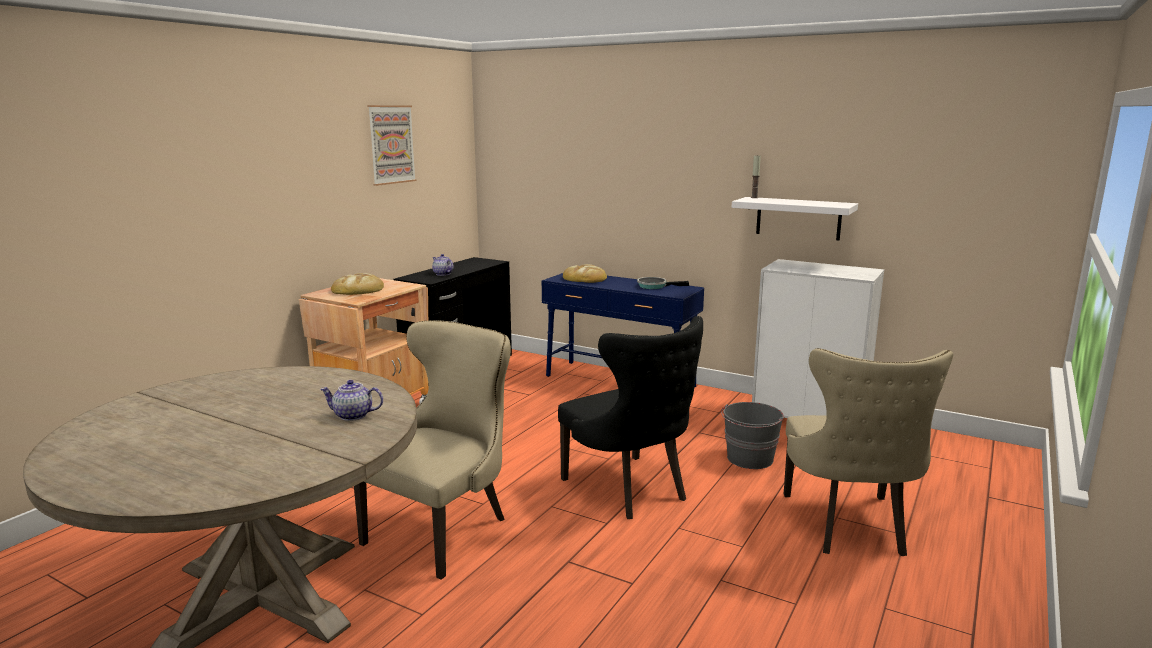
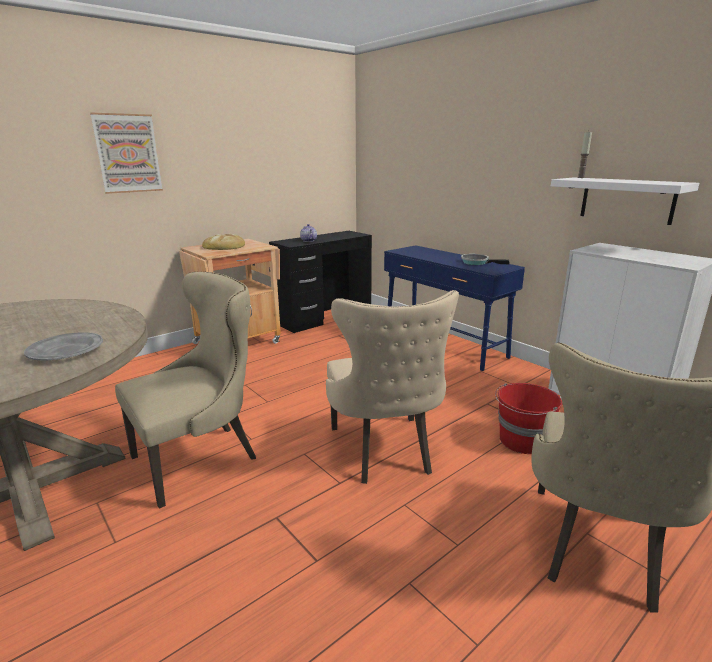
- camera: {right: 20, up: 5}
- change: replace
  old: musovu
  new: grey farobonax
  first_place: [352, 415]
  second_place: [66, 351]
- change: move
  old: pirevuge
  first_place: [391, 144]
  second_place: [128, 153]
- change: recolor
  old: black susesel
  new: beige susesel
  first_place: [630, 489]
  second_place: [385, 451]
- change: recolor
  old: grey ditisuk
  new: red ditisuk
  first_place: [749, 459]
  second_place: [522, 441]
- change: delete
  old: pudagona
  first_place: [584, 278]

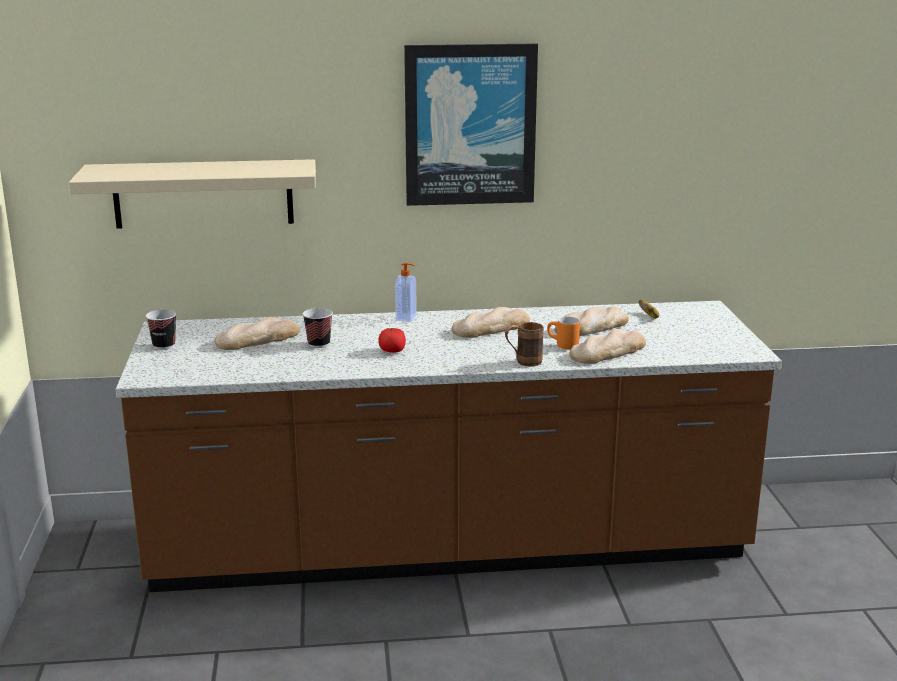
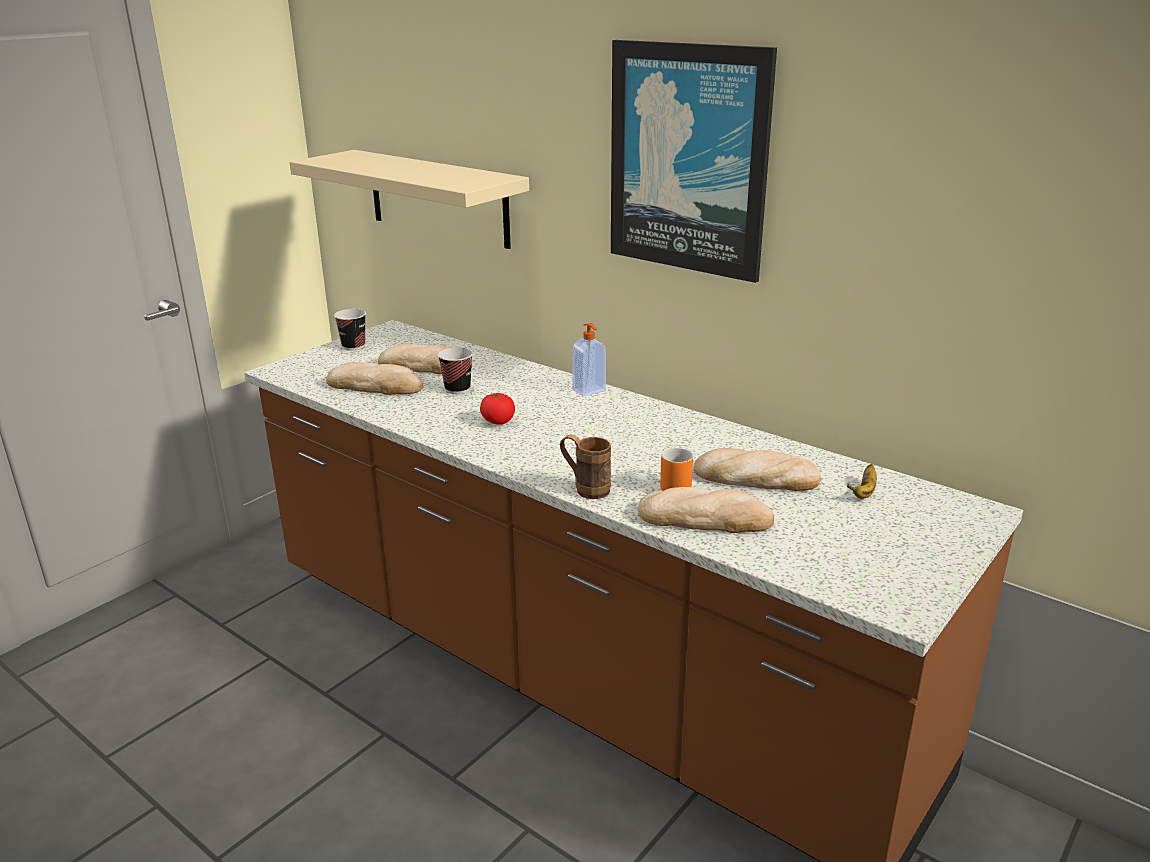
- camera: {right: 45, up: 5}
- change: move
  old: pudagona
  first_place: [491, 328]
  second_place: [375, 385]

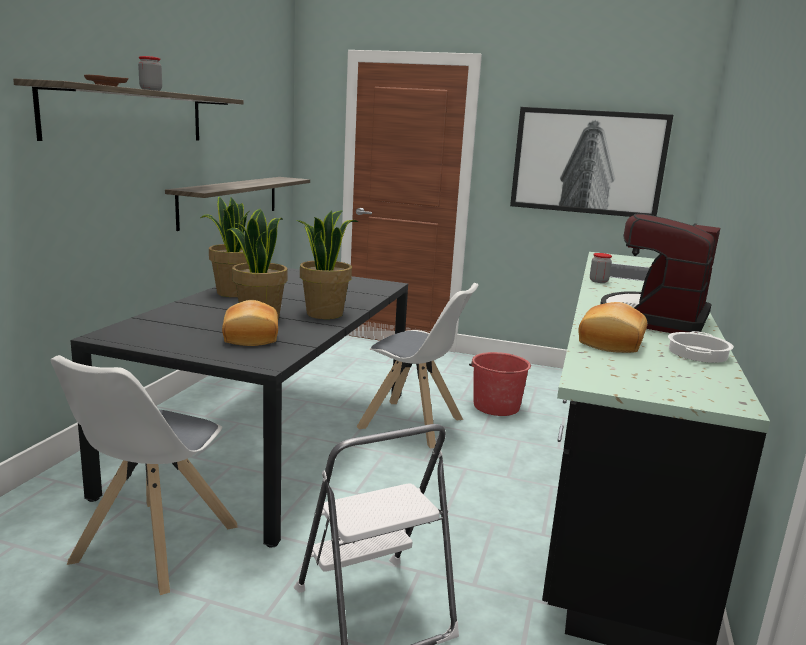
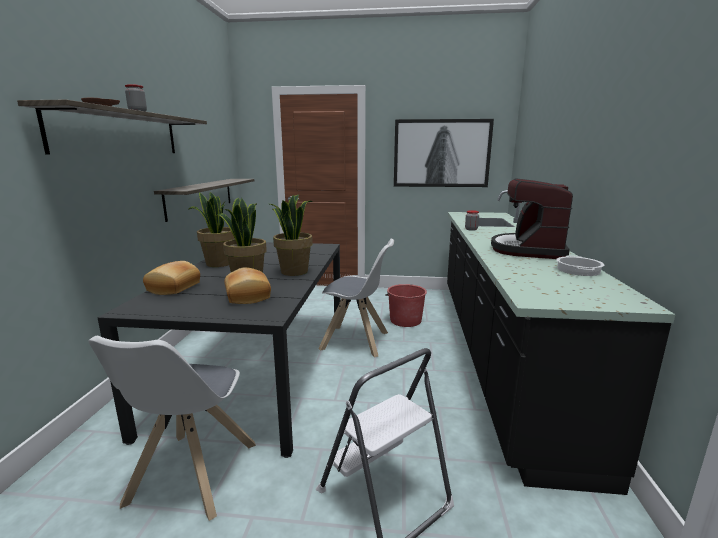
- camera: {right: -10, up: 0}
- change: move
  old: pudagona
  first_place: [612, 343]
  second_place: [175, 288]

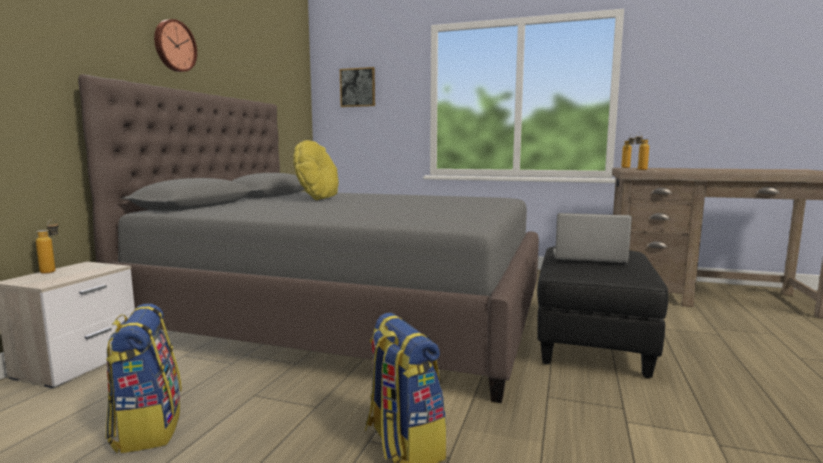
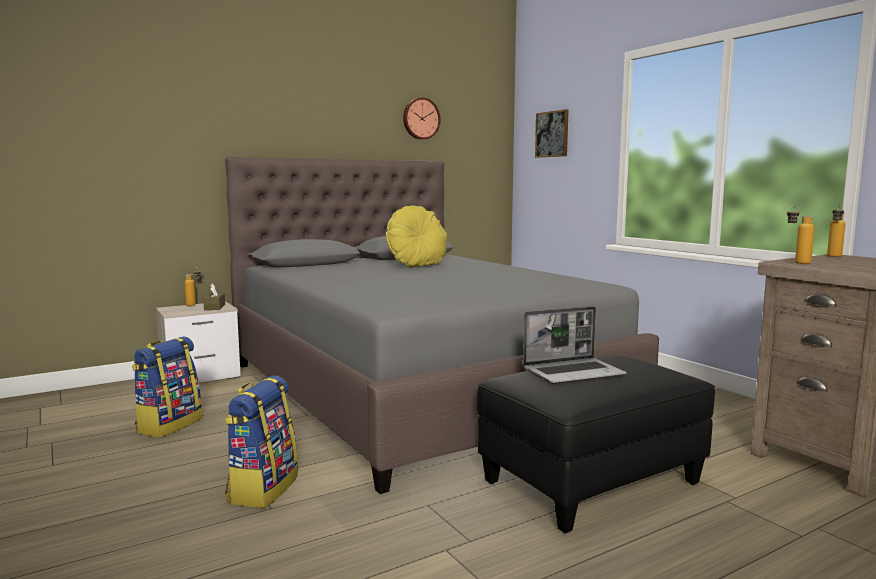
- camera: {right: 40, up: 0}
- change: insert
  new: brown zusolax
  second_place: [214, 307]
- change: move
  old: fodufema
  first_place: [174, 46]
  second_place: [420, 118]
- change: rotate
  old: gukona
  first_place: [587, 258]
  second_place: [574, 372]
  degrees: 105

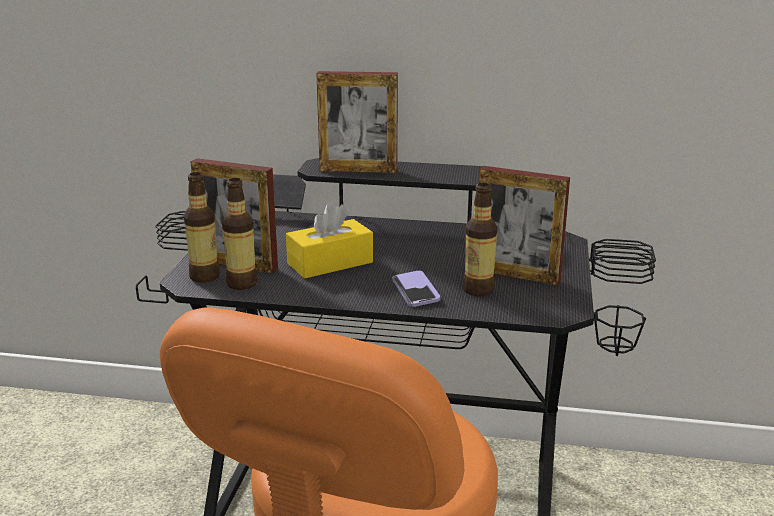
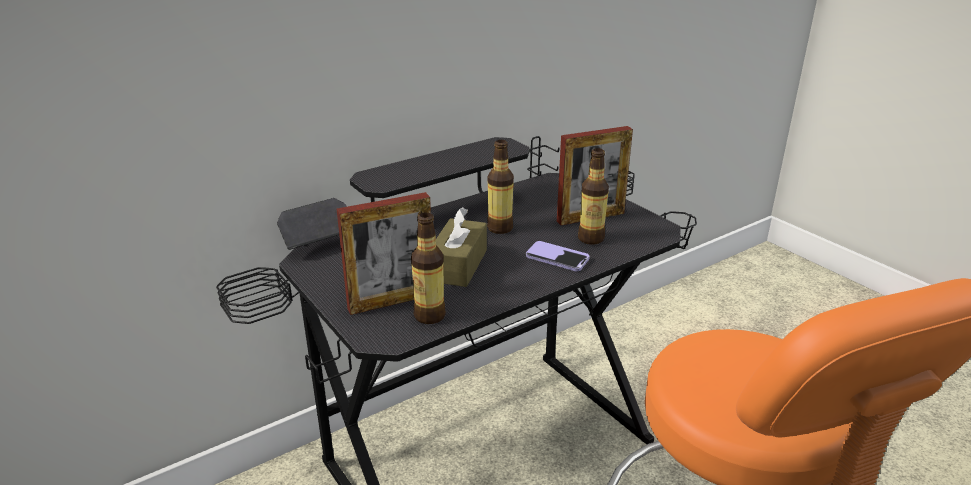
- camera: {right: -45, up: 5}
- change: recolor
  old: yellow zusolax
  new: brown zusolax
  first_place: [330, 263]
  second_place: [458, 265]
- change: move
  old: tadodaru
  first_place: [204, 276]
  second_place: [500, 228]
- change: delete
  old: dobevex
  first_place: [358, 170]

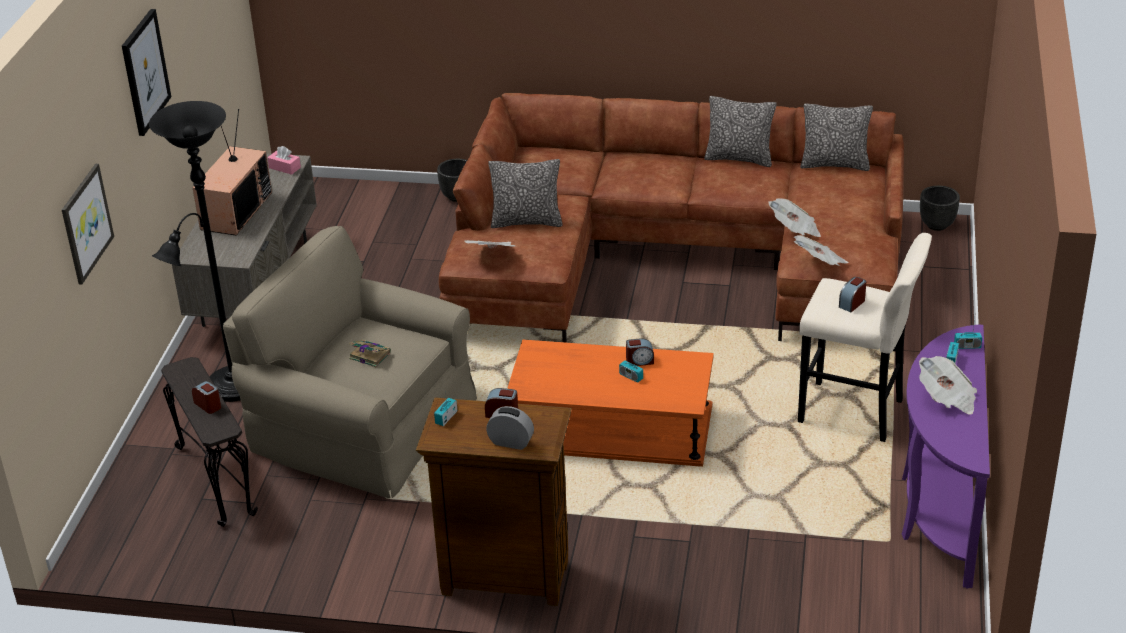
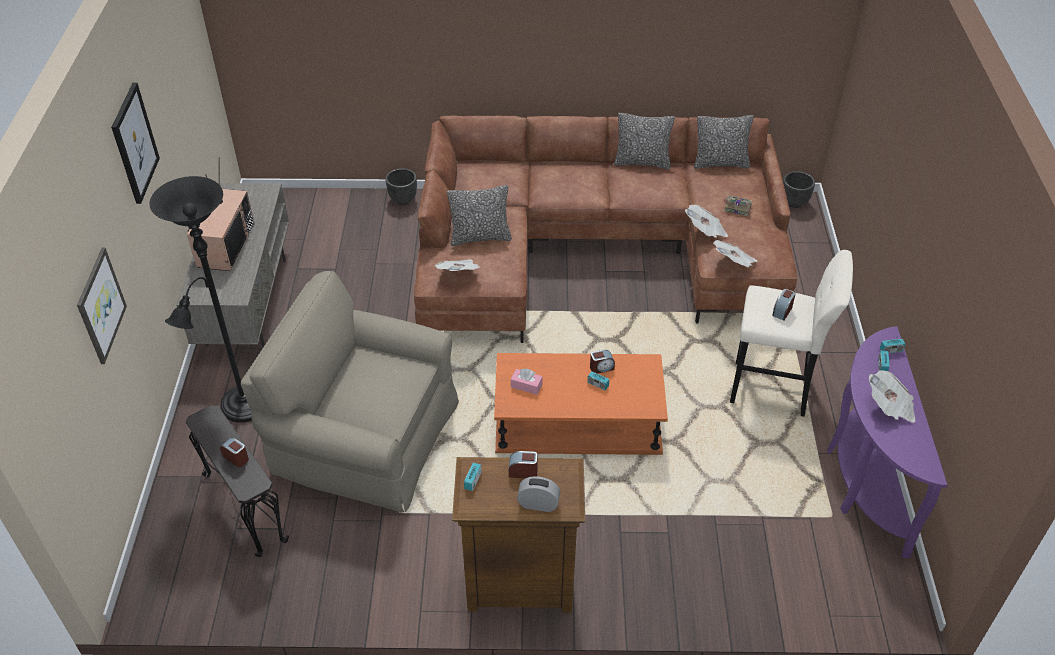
- camera: {right: -10, up: 10}
- change: move
  old: pink zusolax
  first_place: [284, 168]
  second_place: [526, 385]
- change: move
  old: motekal
  first_place: [369, 355]
  second_place: [737, 207]

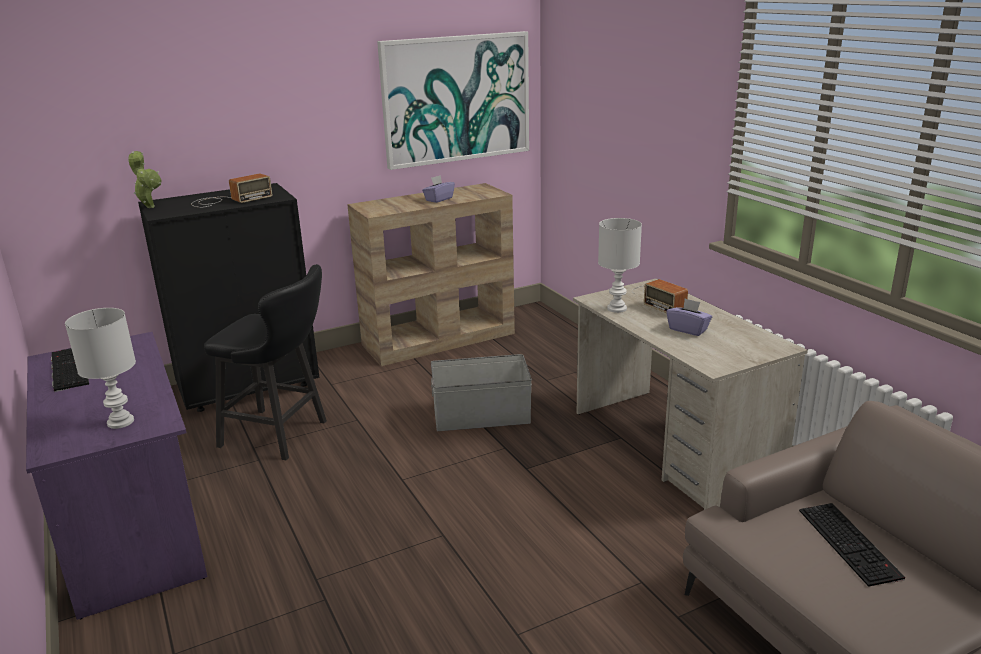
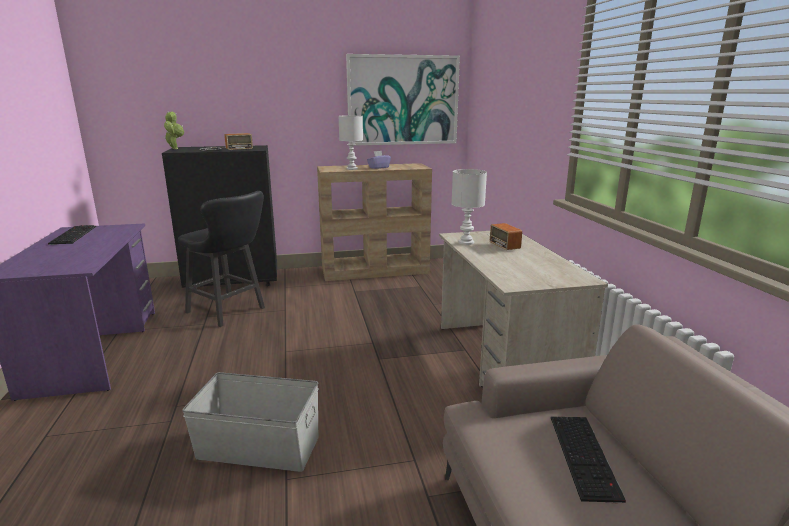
- camera: {right: 15, up: -5}
- change: move
  old: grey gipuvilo
  first_place: [482, 416]
  second_place: [259, 448]
- change: move
  old: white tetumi
  first_place: [121, 421]
  second_place: [352, 169]
- change: delete
  old: purple zusolax
  first_place: [688, 329]

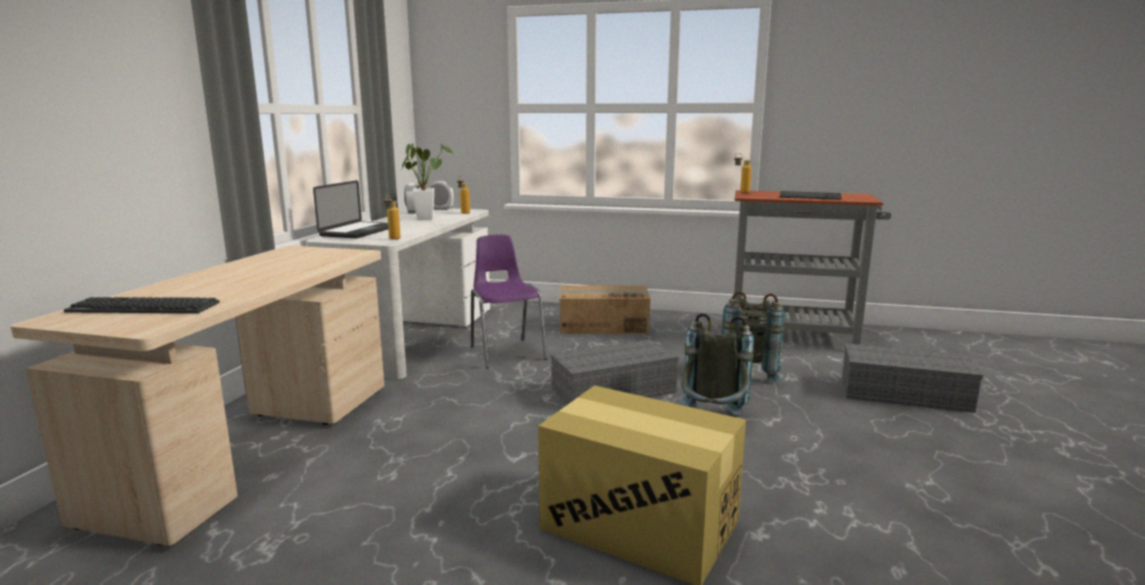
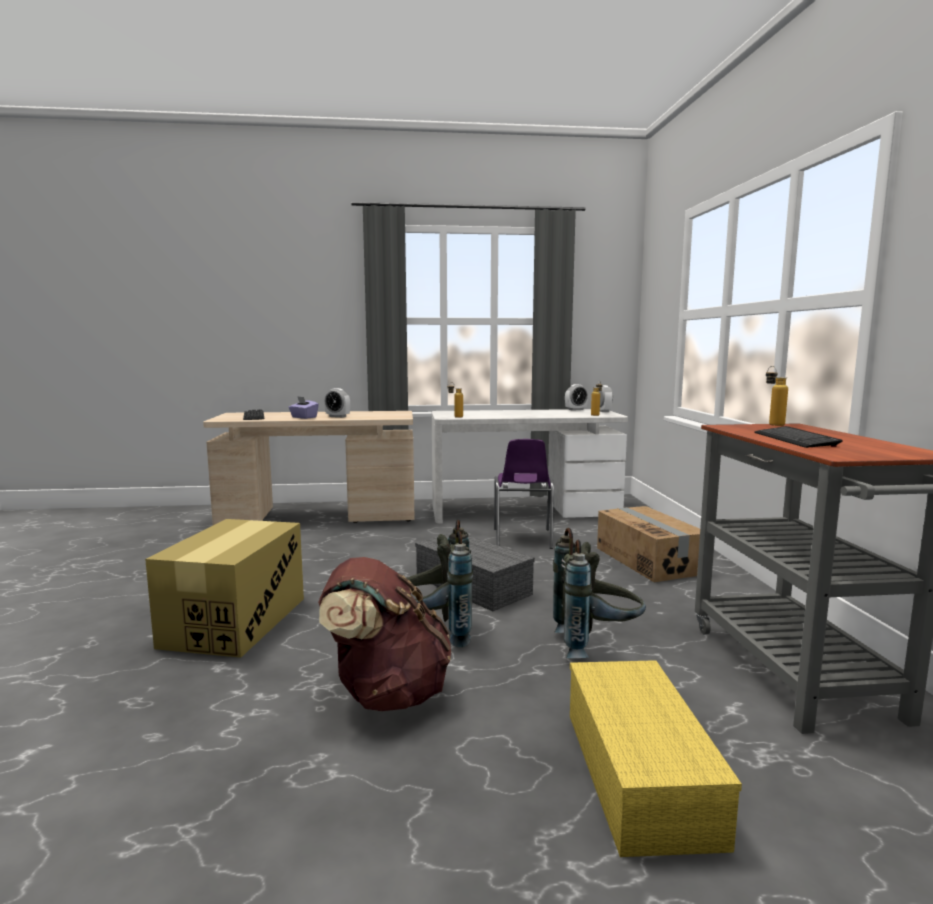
- camera: {right: 70, up: -5}
- change: insert
  new: purple zusolax
  second_place: [303, 417]
- change: insert
  new: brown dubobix
  second_place: [386, 694]
- change: insert
  new: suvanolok
  second_place: [337, 416]
- change: rotate
  old: purple susesel
  first_place: [506, 352]
  second_place: [522, 539]
  degrees: 135
- change: recolor
  old: grey gipuvilo
  new: yellow gipuvilo
  first_place: [906, 393]
  second_place: [642, 776]
- change: delete
  old: gukona
  first_place: [358, 231]
- change: delete
  old: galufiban
  first_place: [425, 218]

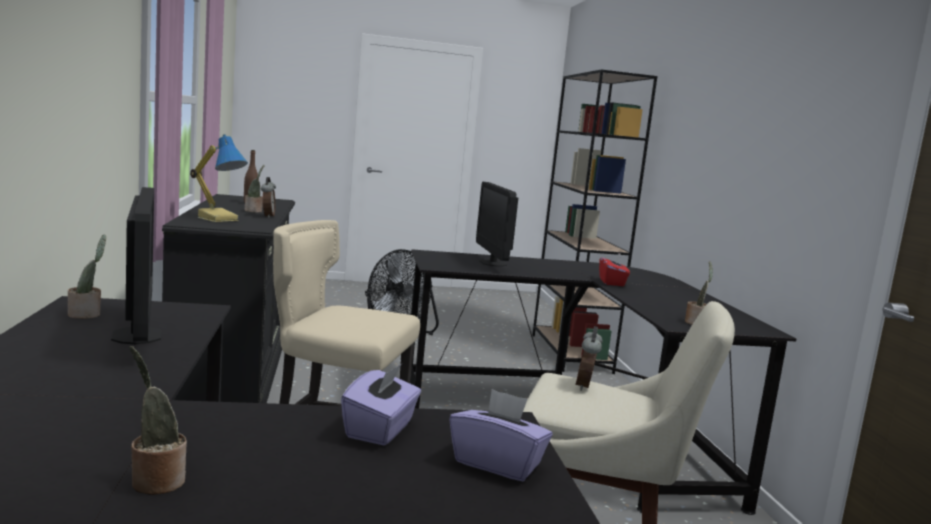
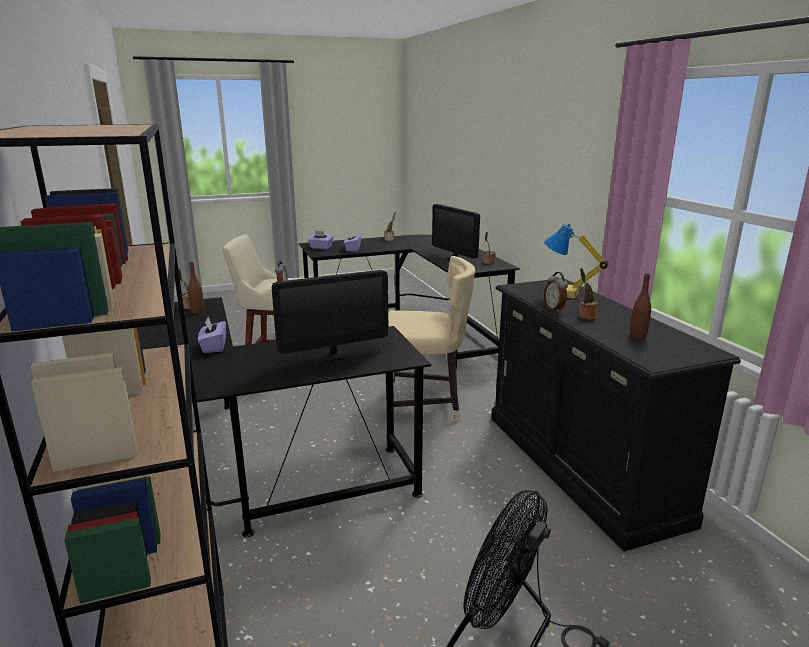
- camera: {right: 170, up: 10}
- change: insert
  new: brown tadodaru
  second_place: [197, 312]
- change: recolor
  old: red zusolax
  new: purple zusolax
  first_place: [612, 282]
  second_place: [214, 347]
- change: rotate
  old: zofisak
  first_place: [493, 263]
  second_place: [333, 354]
  degrees: 90

